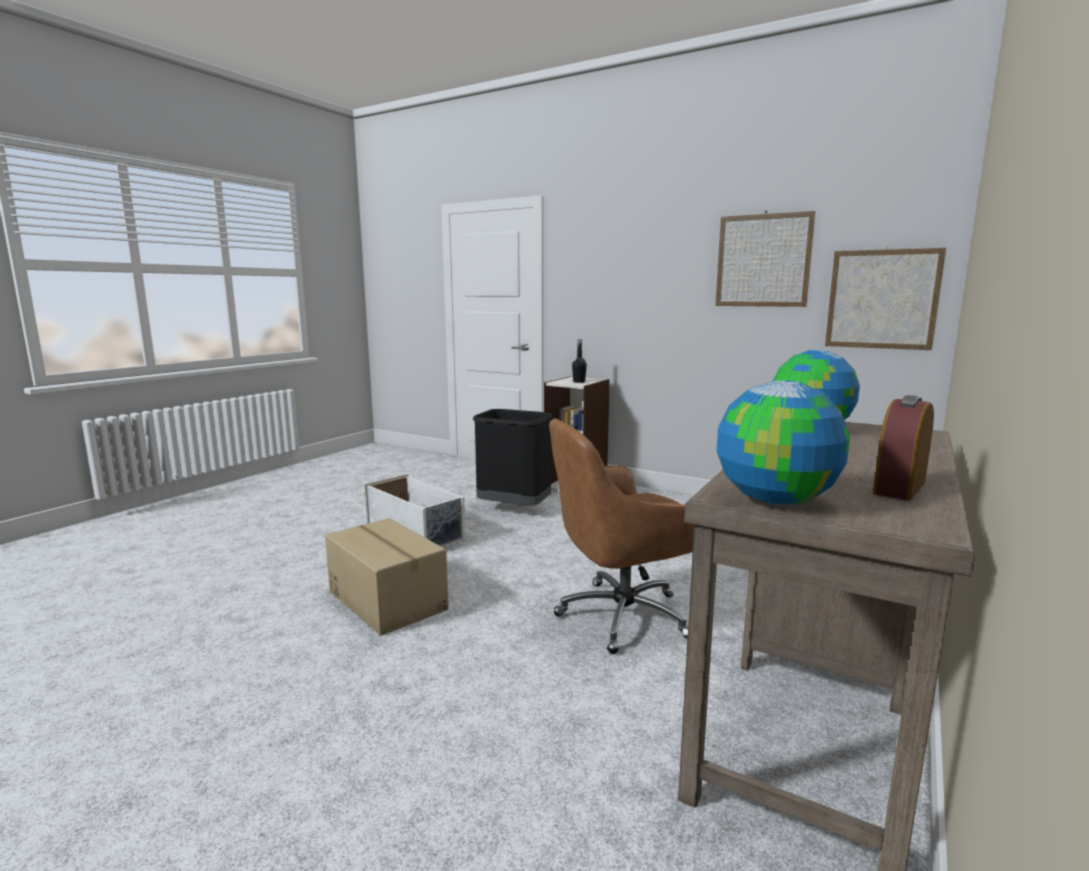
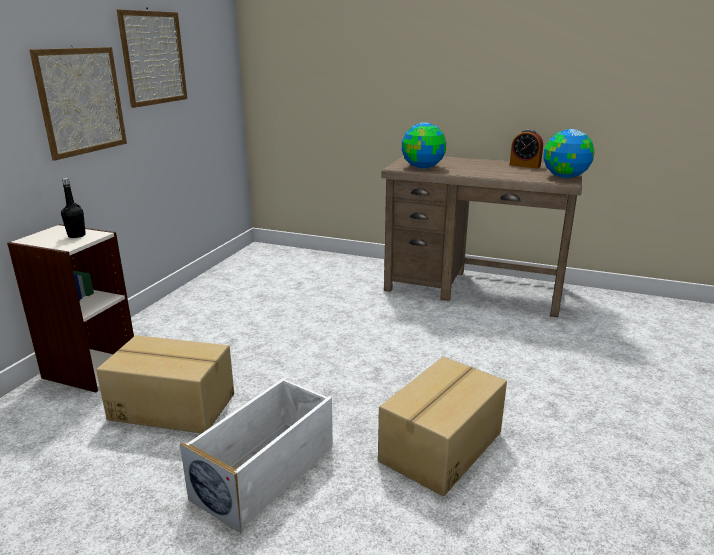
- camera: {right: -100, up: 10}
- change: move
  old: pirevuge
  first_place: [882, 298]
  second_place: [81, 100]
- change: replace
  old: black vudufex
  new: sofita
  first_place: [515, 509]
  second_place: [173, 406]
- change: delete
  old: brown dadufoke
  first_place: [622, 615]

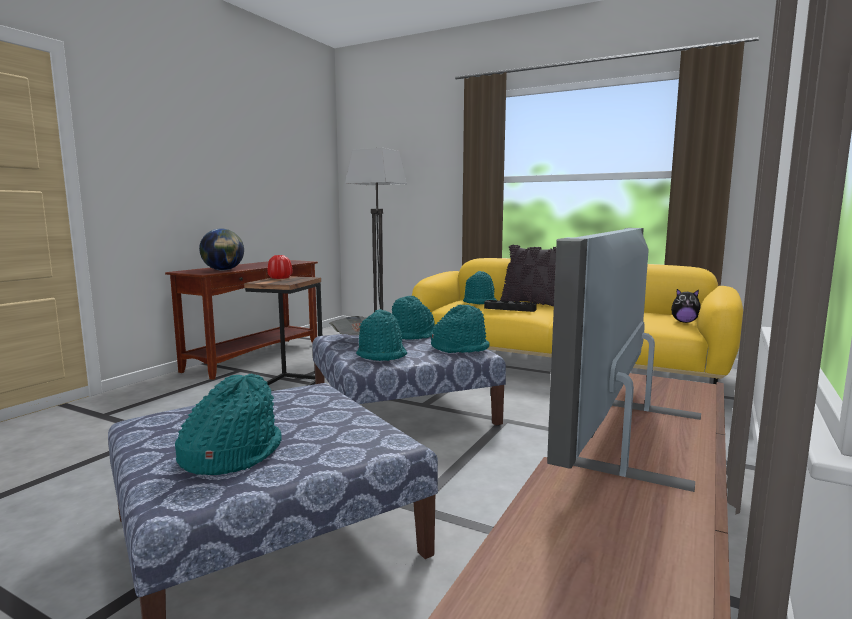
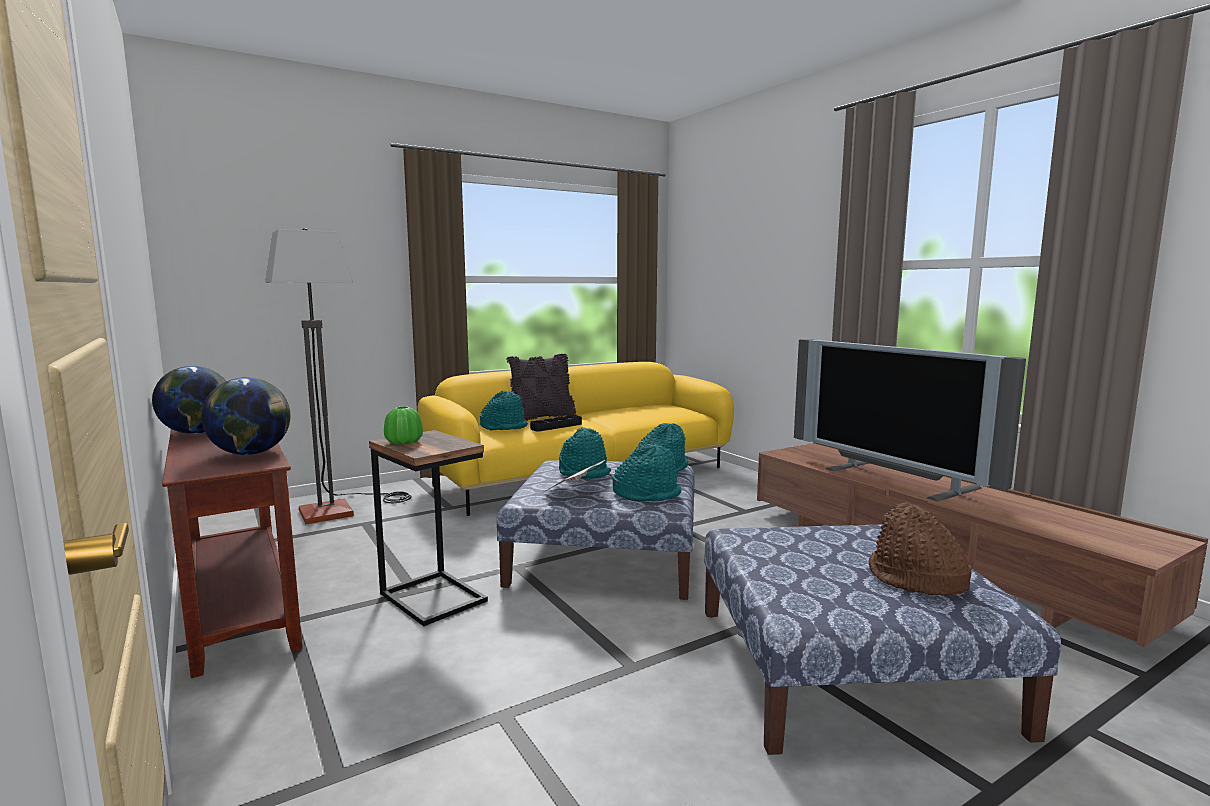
- camera: {right: -60, up: 0}
- change: insert
  new: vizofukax
  second_place: [198, 433]
- change: recolor
  old: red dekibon
  new: green dekibon
  first_place: [280, 278]
  second_place: [404, 442]
- change: recolor
  old: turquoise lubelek
  new: brown lubelek
  first_place: [231, 455]
  second_place: [915, 579]
- change: delete
  old: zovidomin
  first_place: [684, 322]

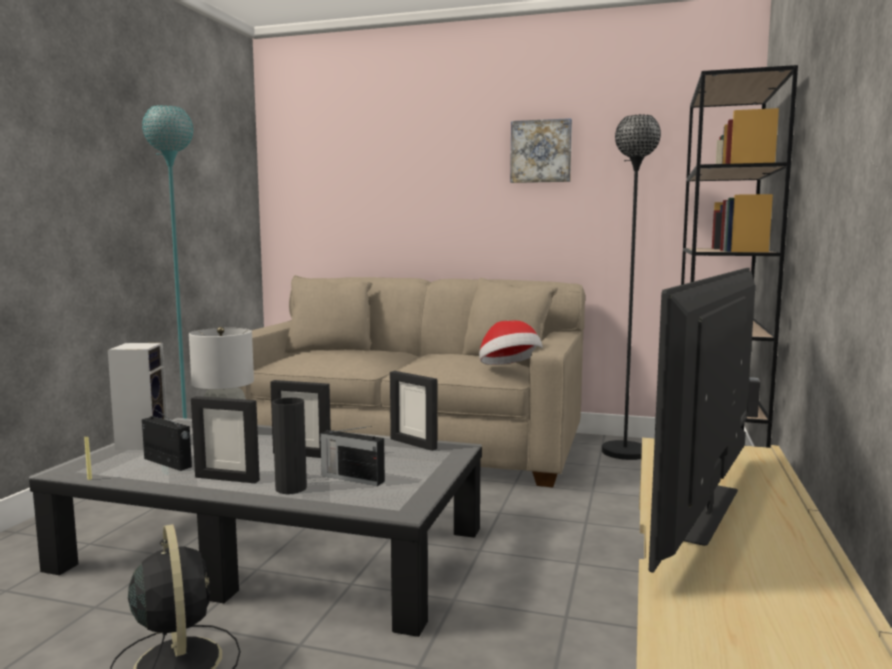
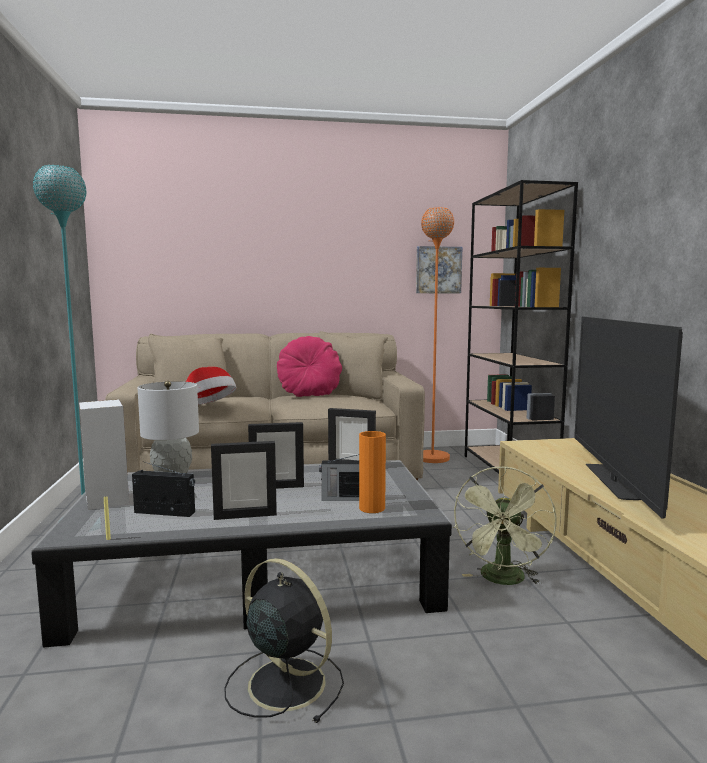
- camera: {right: -25, up: 0}
- change: move
  old: lubelek
  first_place: [509, 369]
  second_place: [208, 407]
- change: insert
  new: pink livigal
  second_place: [309, 395]
- change: insert
  new: orange dekibon
  second_place: [372, 508]
- change: move
  old: pirevuge
  first_place: [541, 151]
  second_place: [438, 270]
- change: recolor
  old: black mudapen
  new: orange mudapen
  first_place: [624, 452]
  second_place: [432, 458]
- change: insert
  new: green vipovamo
  second_place: [503, 580]
- change: delete
  old: black dekibon
  first_place: [291, 488]

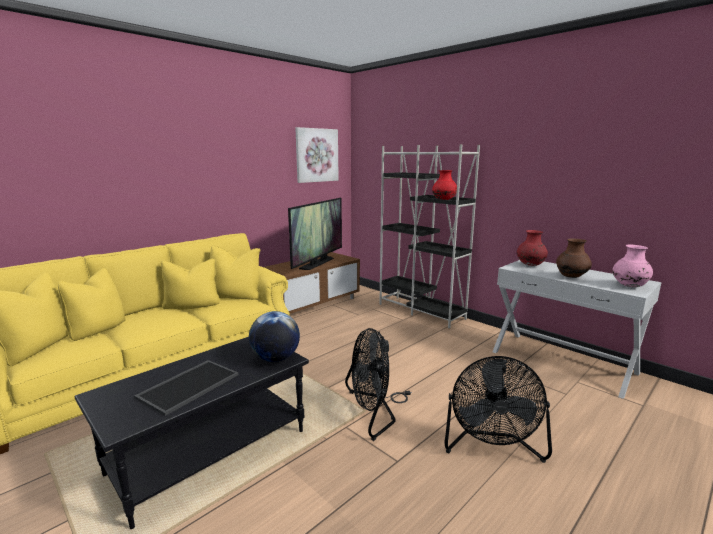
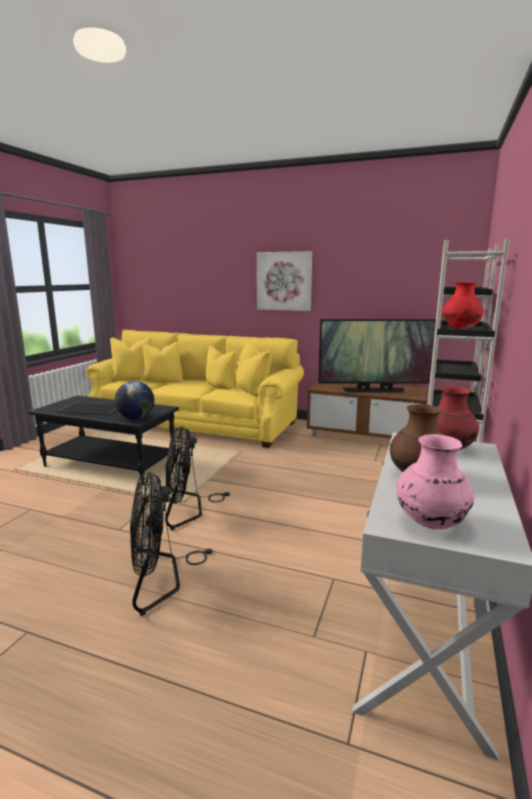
- camera: {right: 65, up: 0}
- change: rotate
  old: black vipovamo
  first_place: [375, 409]
  second_place: [188, 506]
  degrees: -60
- change: move
  old: pirevuge
  first_place: [316, 155]
  second_place: [284, 281]

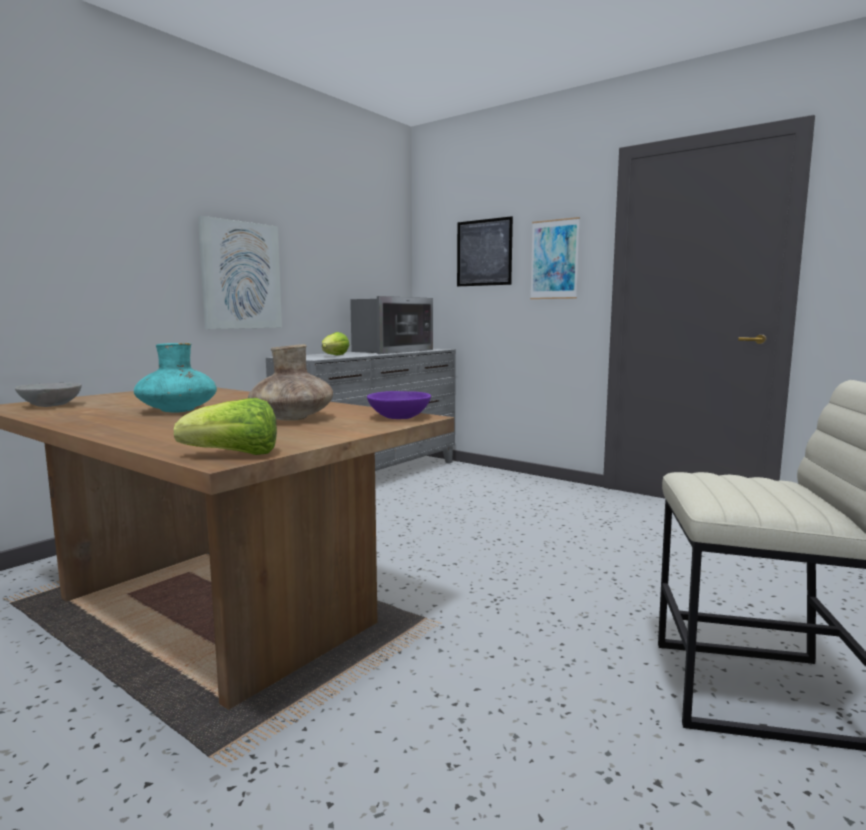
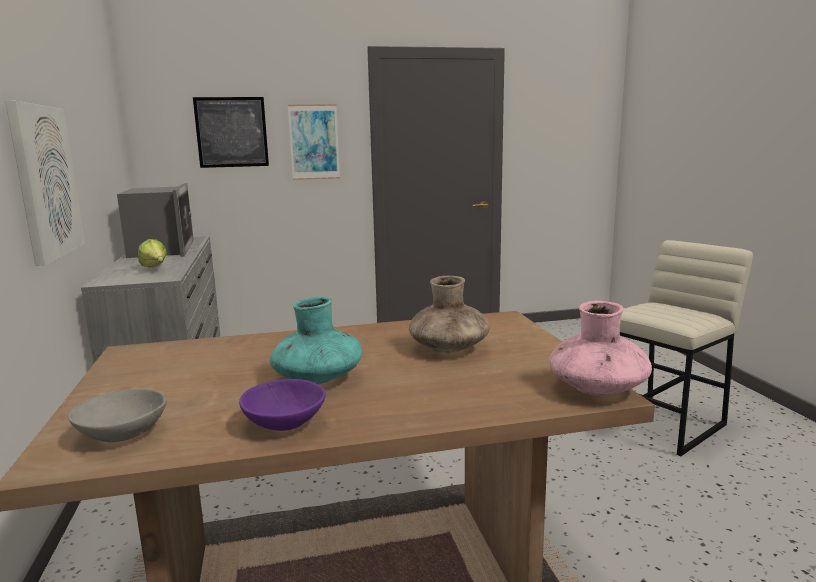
- camera: {right: -50, up: 5}
- change: move
  old: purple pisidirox
  first_place: [399, 417]
  second_place: [285, 423]
- change: replace
  old: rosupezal
  new: pink dekibon
  first_place: [234, 455]
  second_place: [597, 388]

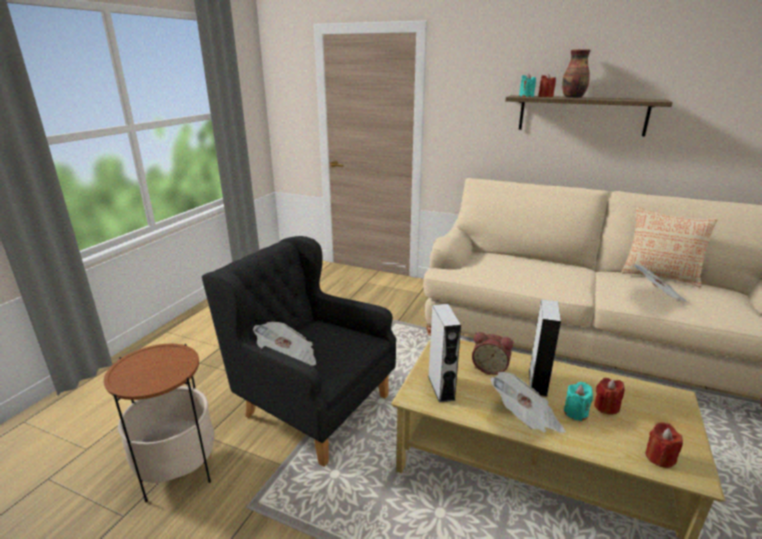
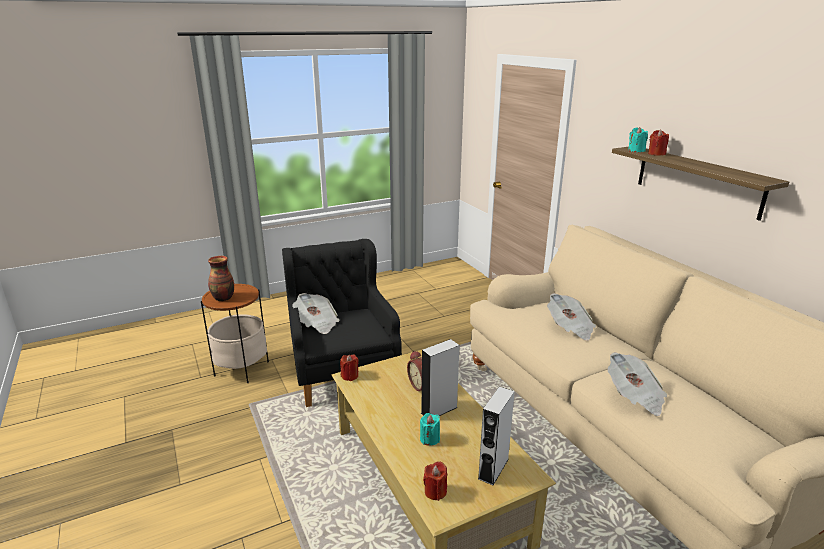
- camera: {right: 40, up: 0}
- change: move
  old: dekibon
  first_place: [573, 97]
  second_place: [223, 298]
- change: move
  old: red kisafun
  first_place: [606, 407]
  second_place: [350, 376]
- change: move
  old: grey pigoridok
  first_place: [441, 387]
  second_place: [493, 468]
- change: move
  old: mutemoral
  first_place: [525, 418]
  second_place: [570, 328]
- change: delete
  old: beige livigal
  first_place: [659, 276]

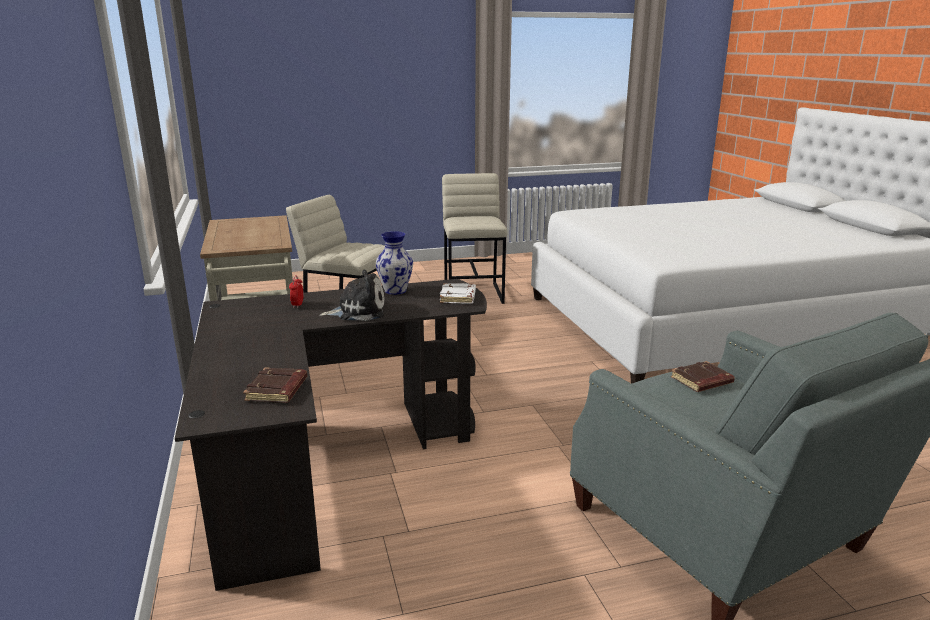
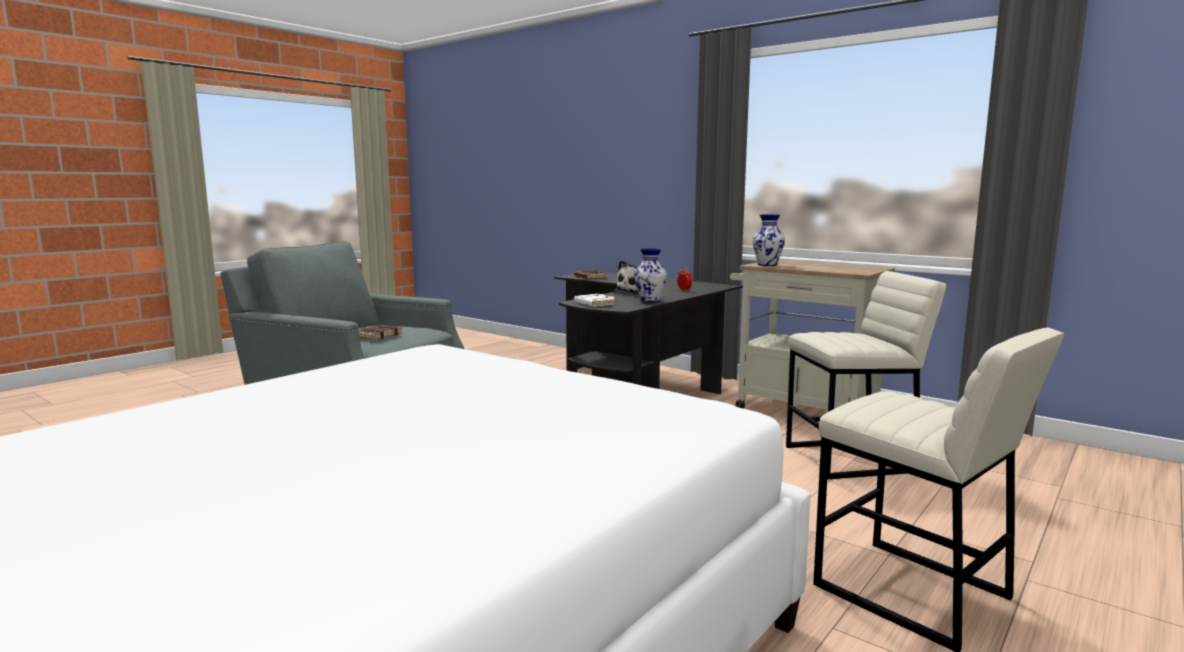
- camera: {right: 145, up: -10}
- change: insert
  new: dekibon
  second_place: [767, 265]

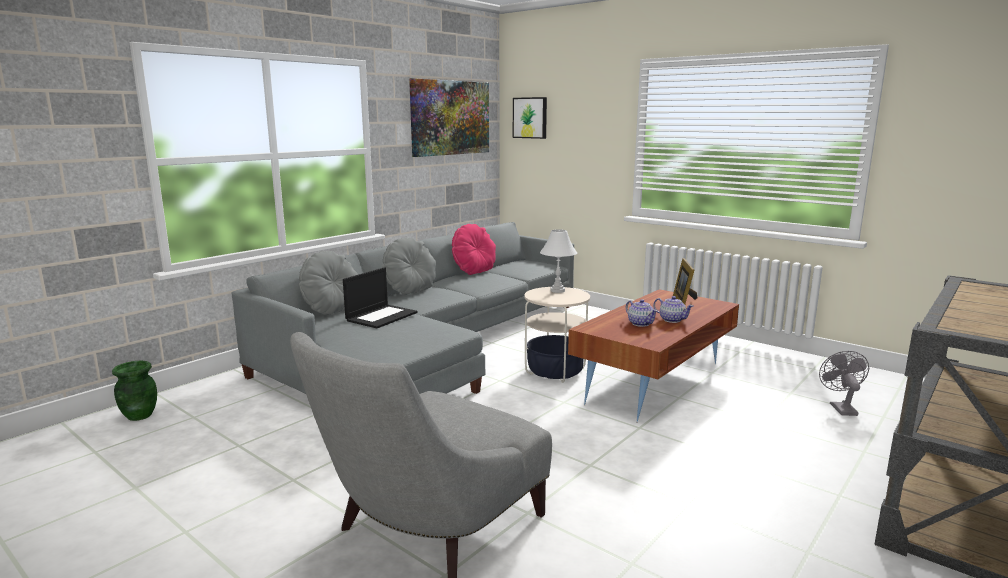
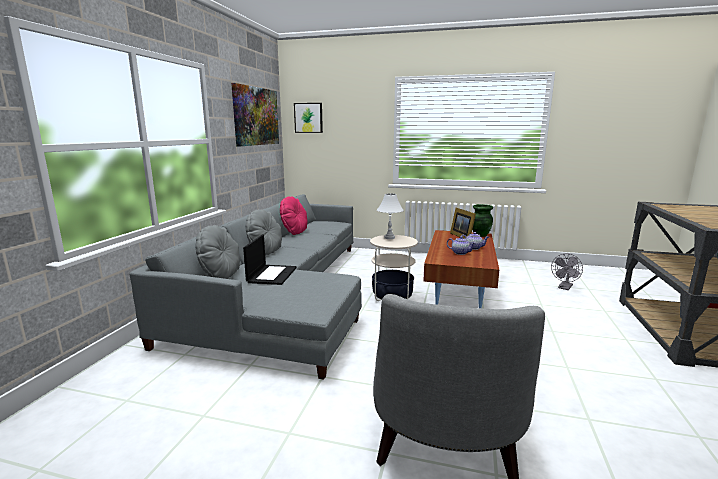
- camera: {right: -25, up: 0}
- change: move
  old: green dekibon
  first_place: [139, 415]
  second_place: [480, 235]
- change: rotate
  old: grey vipovamo
  first_place: [840, 408]
  second_place: [564, 288]
  degrees: -120

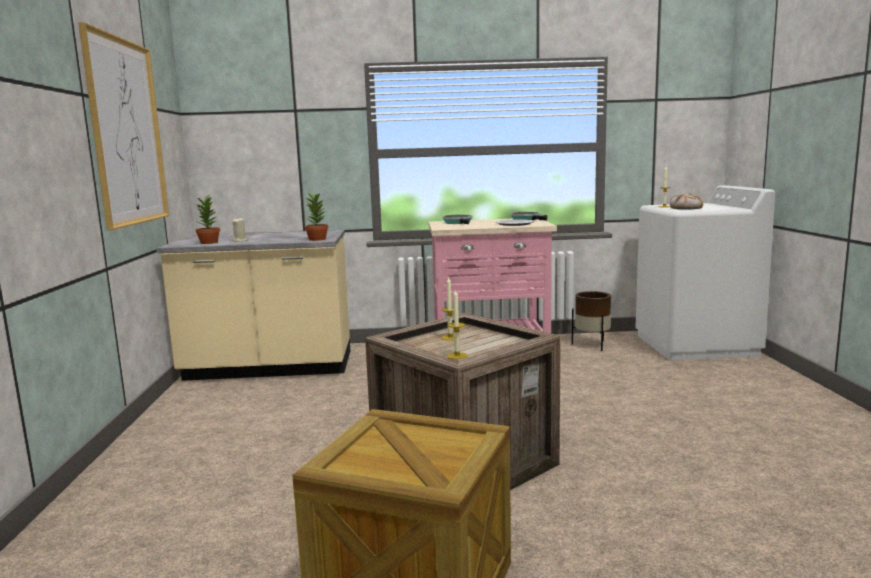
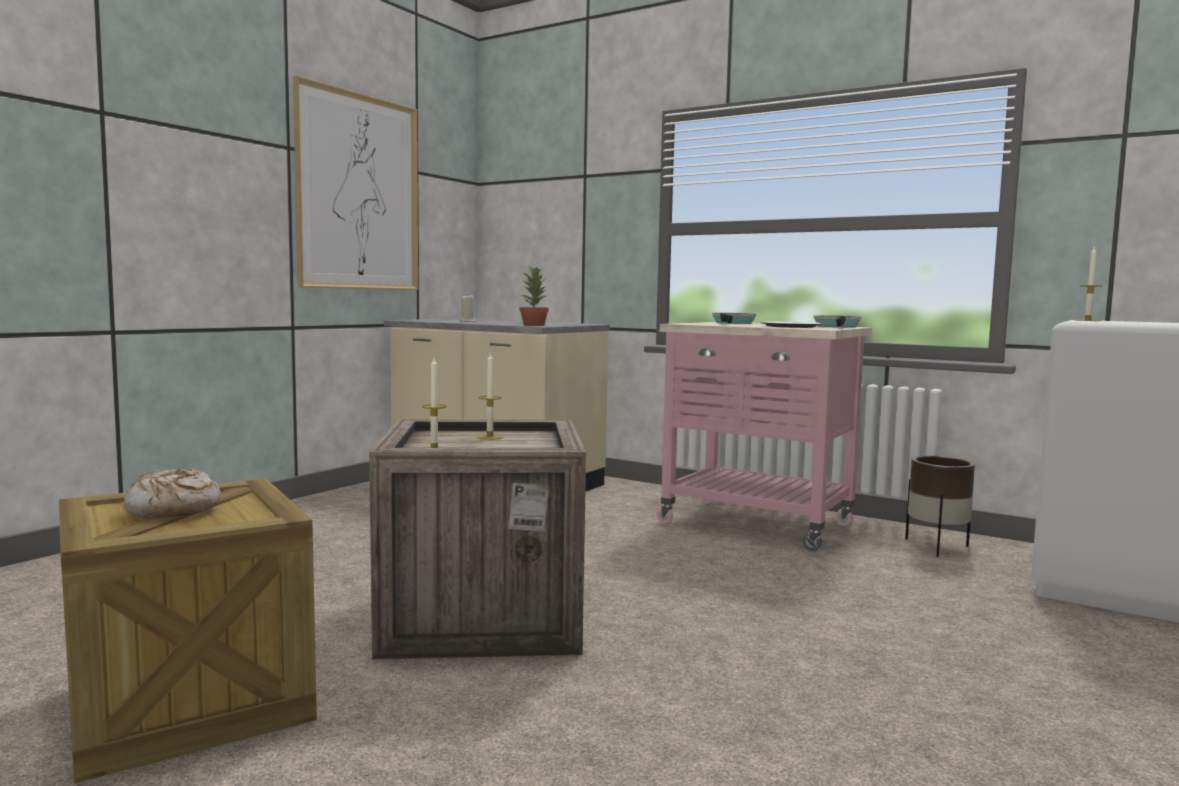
- camera: {right: 35, up: -5}
- change: move
  old: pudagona
  first_place: [686, 208]
  second_place: [173, 509]
- change: delete
  old: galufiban
  first_place: [209, 242]

